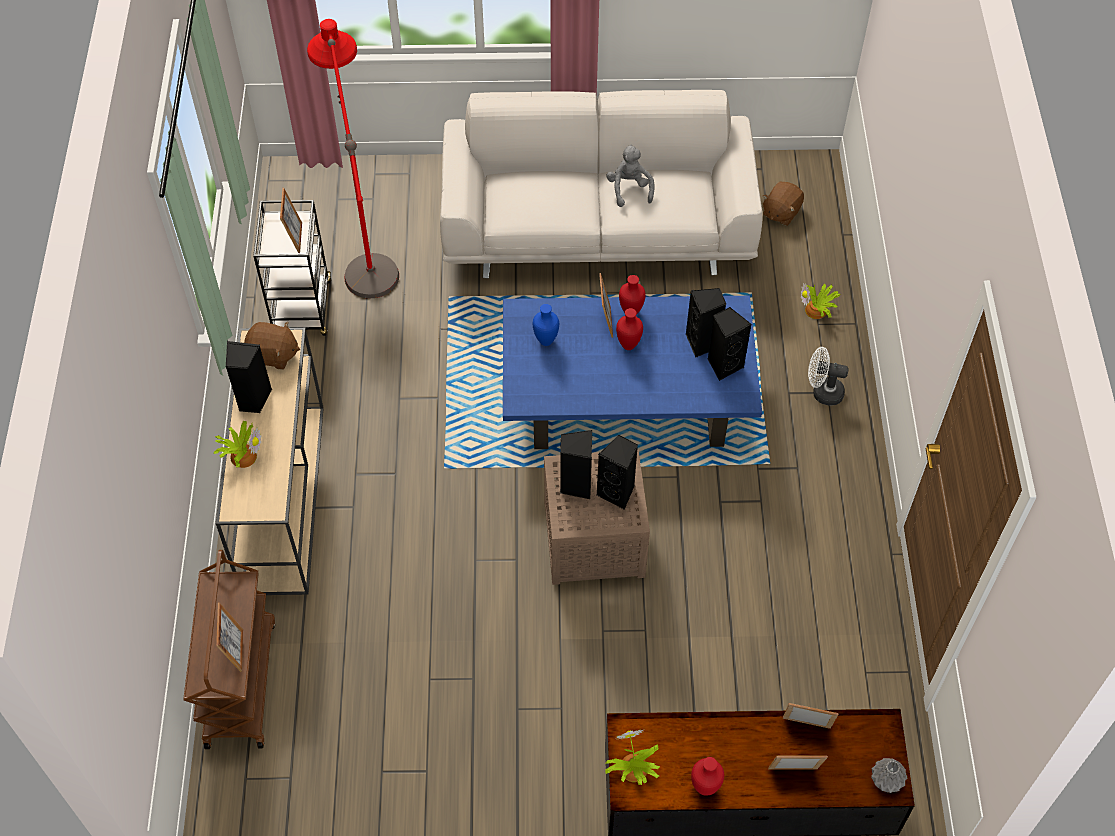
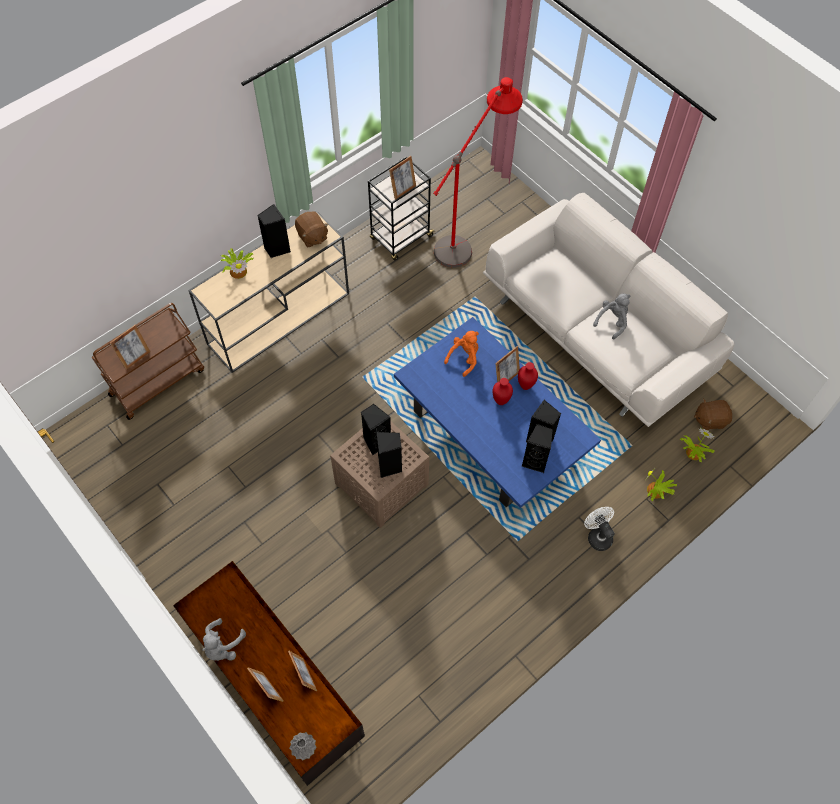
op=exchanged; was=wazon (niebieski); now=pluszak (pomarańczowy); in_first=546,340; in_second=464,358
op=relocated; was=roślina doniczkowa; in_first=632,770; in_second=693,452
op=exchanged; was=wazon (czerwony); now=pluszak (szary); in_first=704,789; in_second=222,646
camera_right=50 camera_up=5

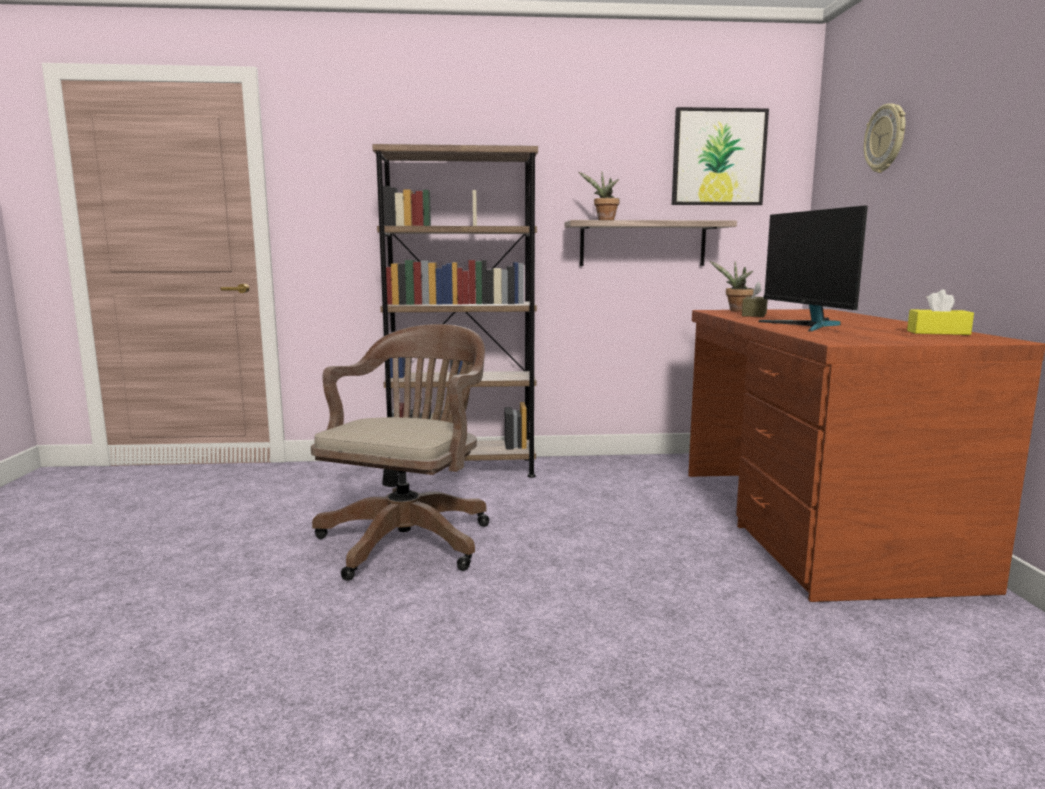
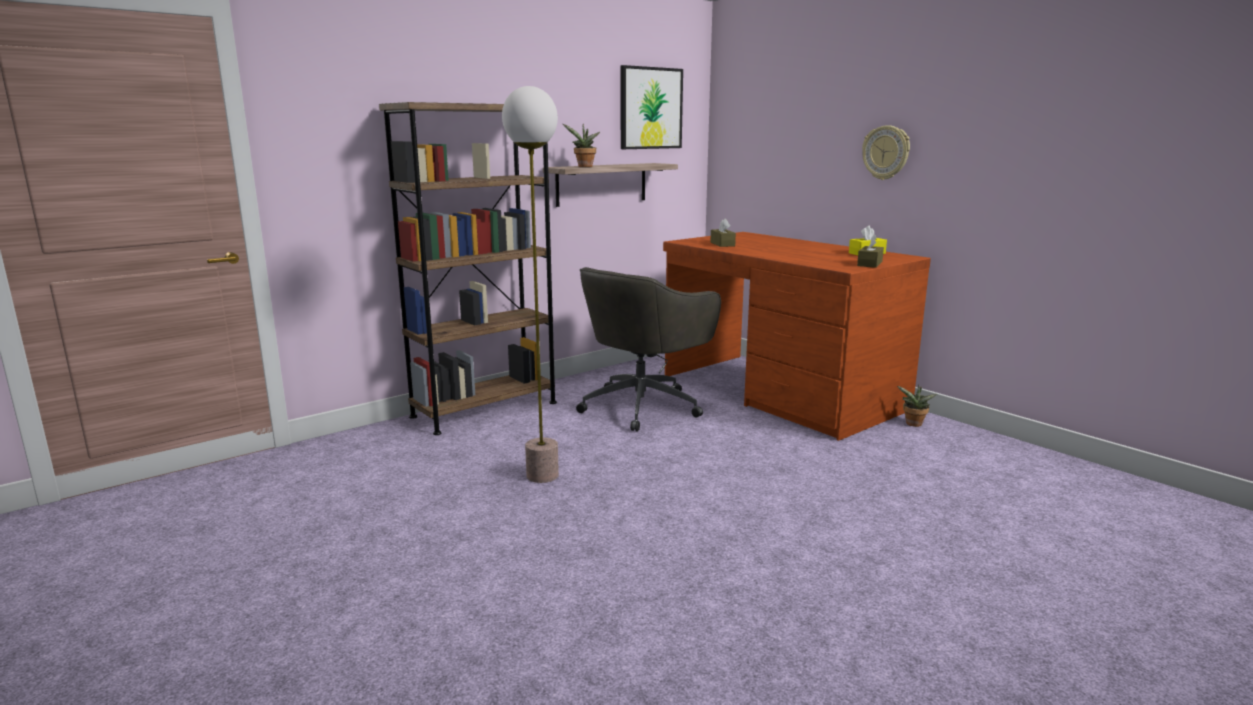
op=exchanged; was=krzesło biurowe (brązowy); now=lampa stojąca; in_first=410,538; in_second=543,475
op=relocated; was=roślina doniczkowa; in_first=736,311; in_second=913,424
op=missing; was=monitor; in_first=807,326
op=relocated; was=zegar ścienny; in_first=886,138; in_second=886,152
op=appeared; now=krzesło biurowe (szary); in_second=643,406
op=appeared; now=pudełko chusteczek (brązowy); in_second=869,264
camera_right=-35 camera_up=5

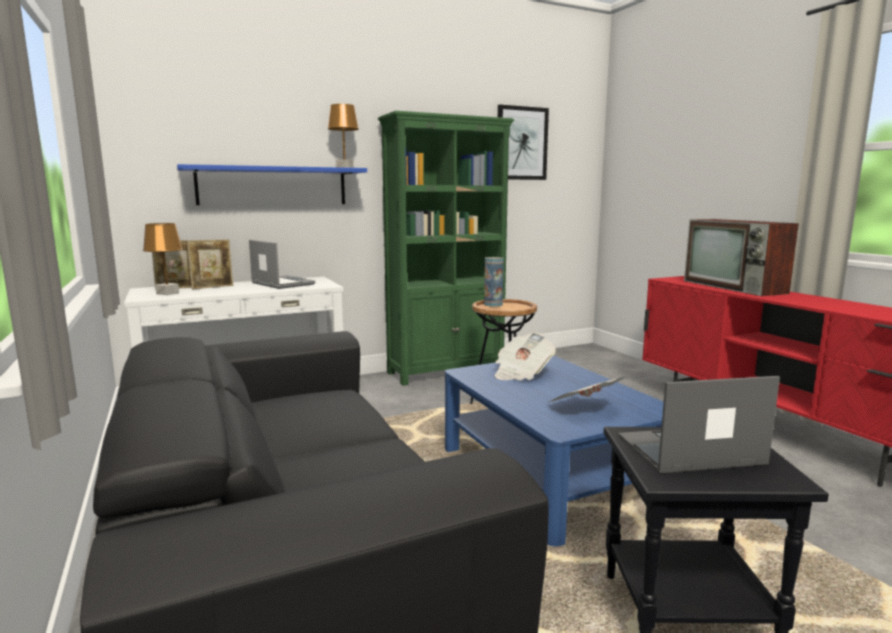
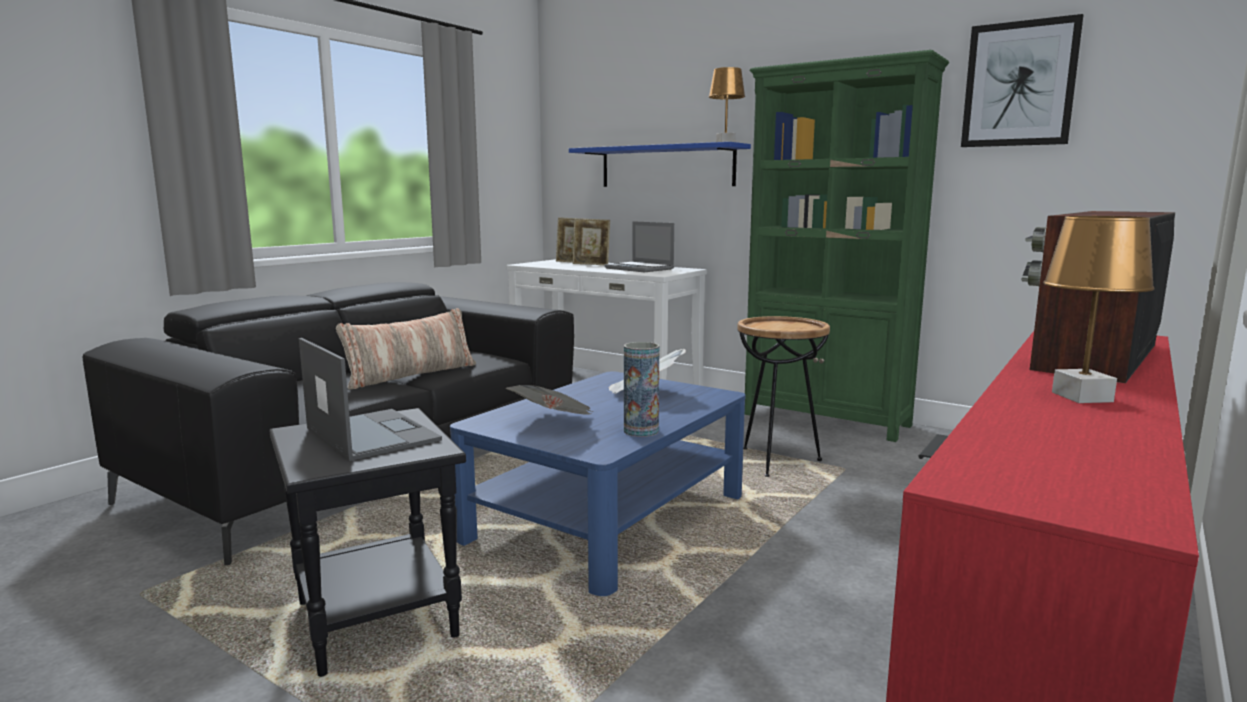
op=relocated; was=lampa stołowa (brązowy); in_first=168,293; in_second=1083,397
op=spun; was=laptop; in_first=281,284; in_second=640,269; clockwise=120
op=relocated; was=wazon; in_first=493,304; in_second=641,431
op=appeared; now=poduszka; in_second=411,375
camera_right=60 camera_up=0

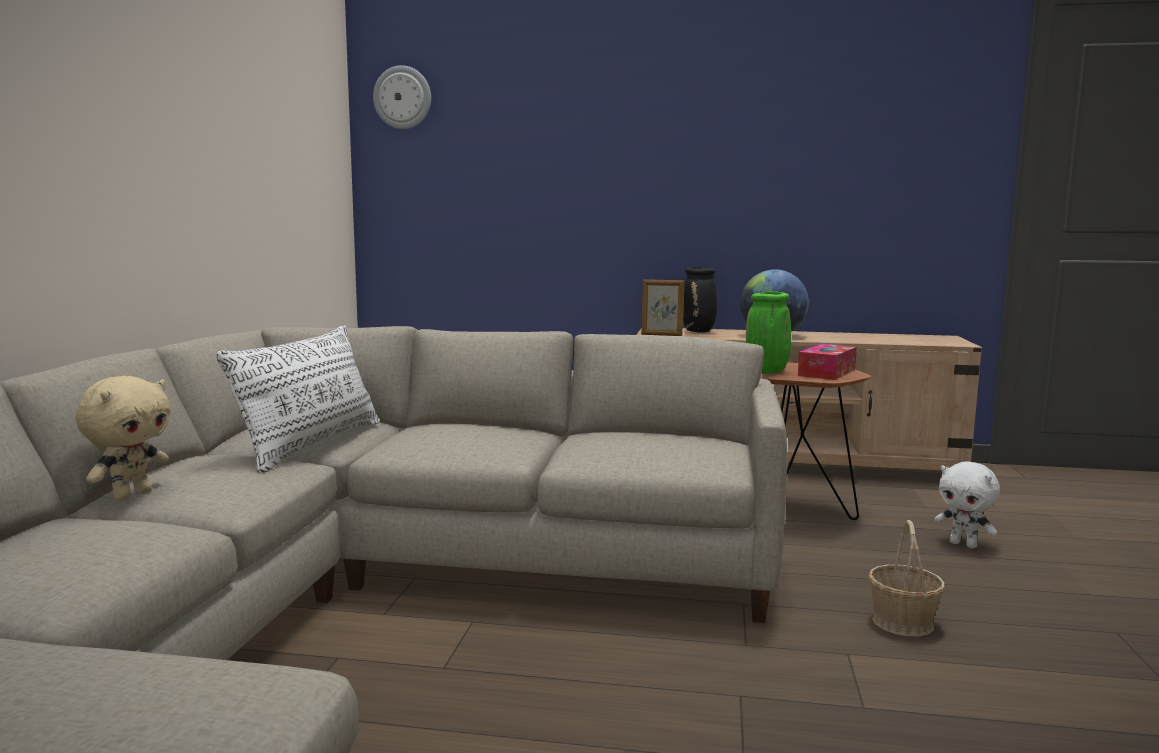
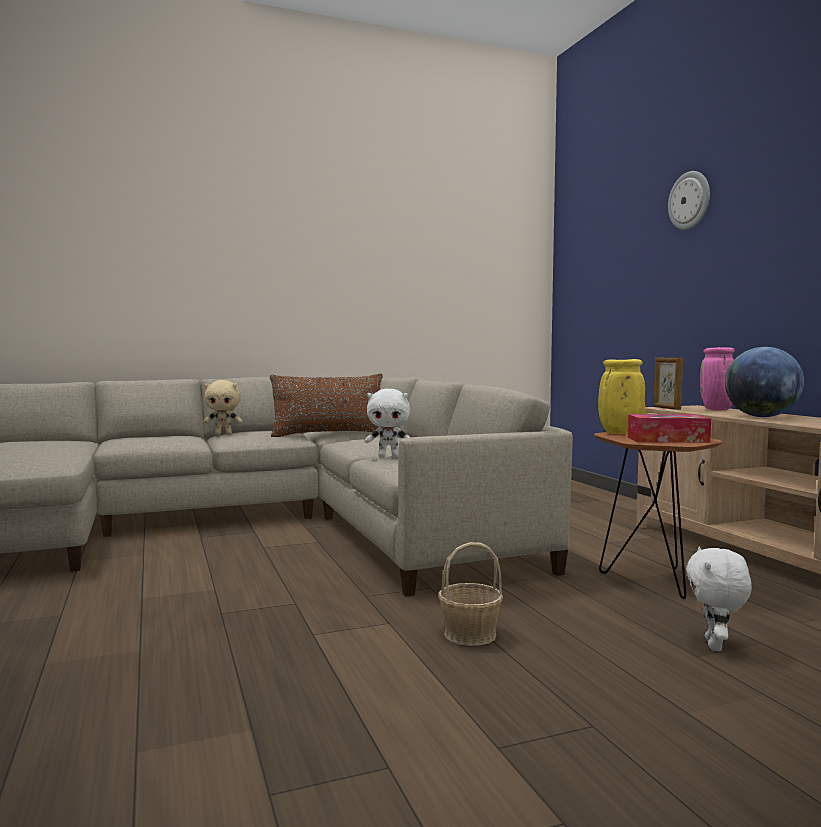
op=colour; was=poduszka (biały); now=poduszka (brązowy); in_first=312,445; in_second=329,435
op=relocated; was=zegar ścienny; in_first=402,97; in_second=689,200
op=colour; was=wazon (czarny); now=wazon (różowy); in_first=699,331; in_second=717,410
op=colour; was=wazon (zielony); now=wazon (żółty); in_first=767,372; in_second=620,433
op=appeared; now=pluszak (biały); in_second=389,457
camera_right=60 camera_up=-5

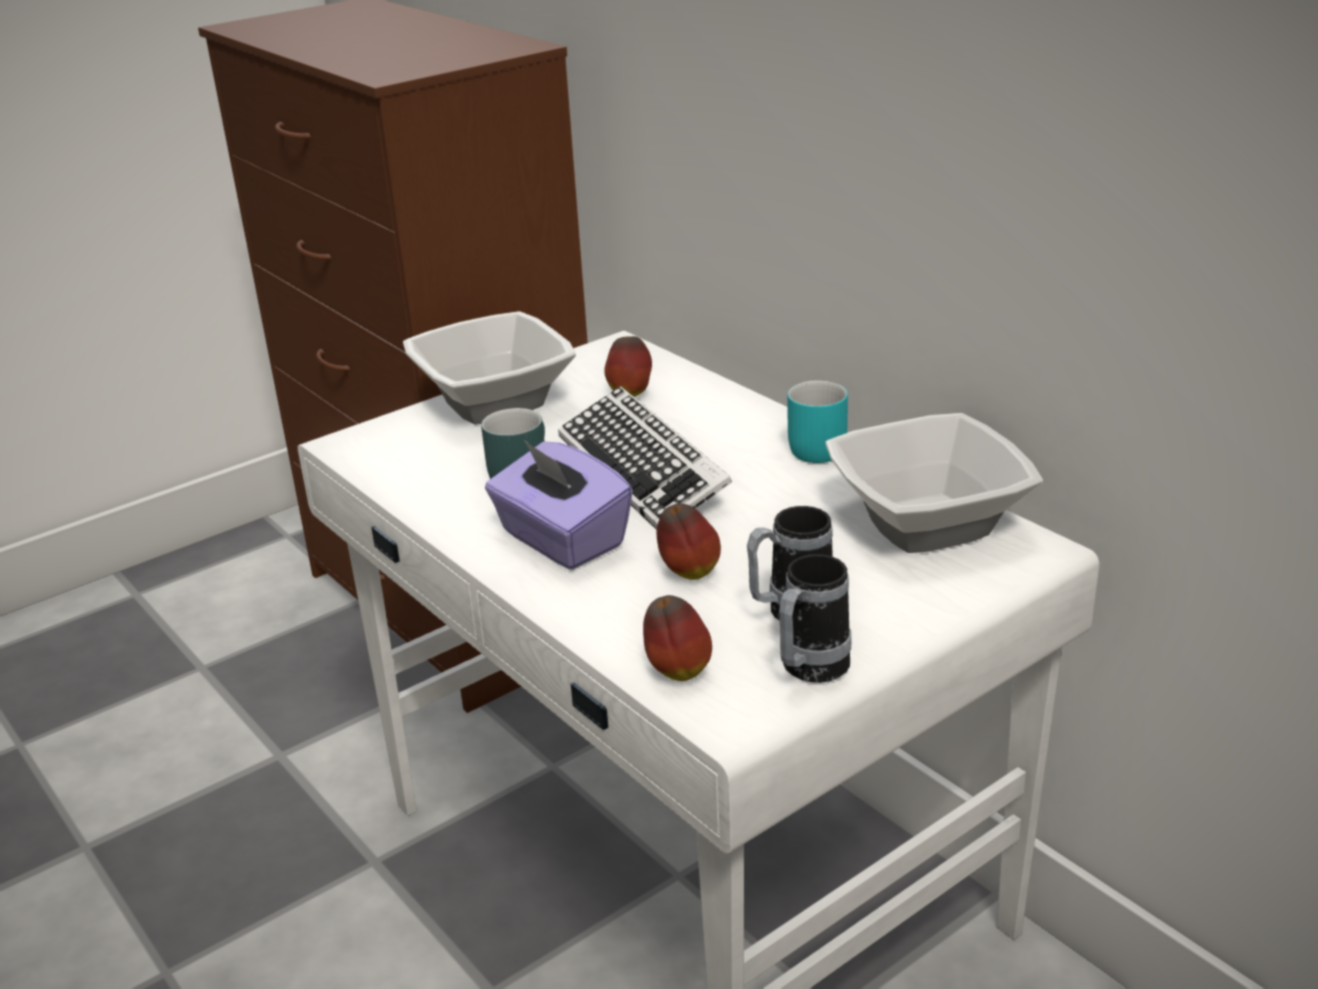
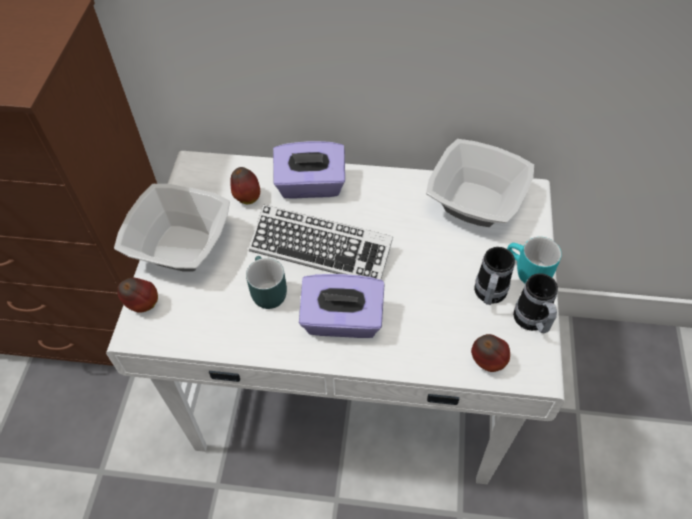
op=relocated; was=jabłko; in_first=688,573; in_second=143,305
op=relocated; was=kubek (turkusowy); in_first=810,447; in_second=527,273
op=appeared; now=pudełko chusteczek (fioletowy); in_second=310,186
camera_right=-45 camera_up=25

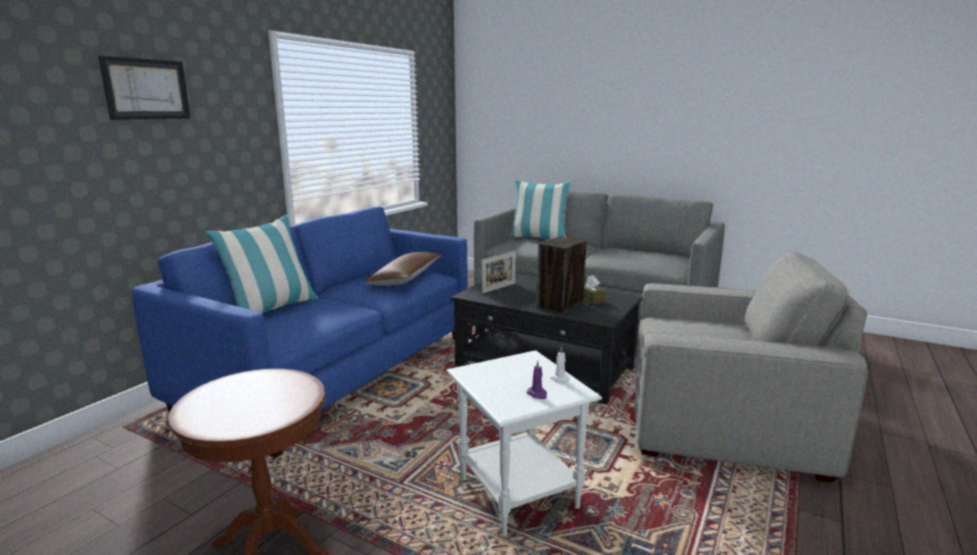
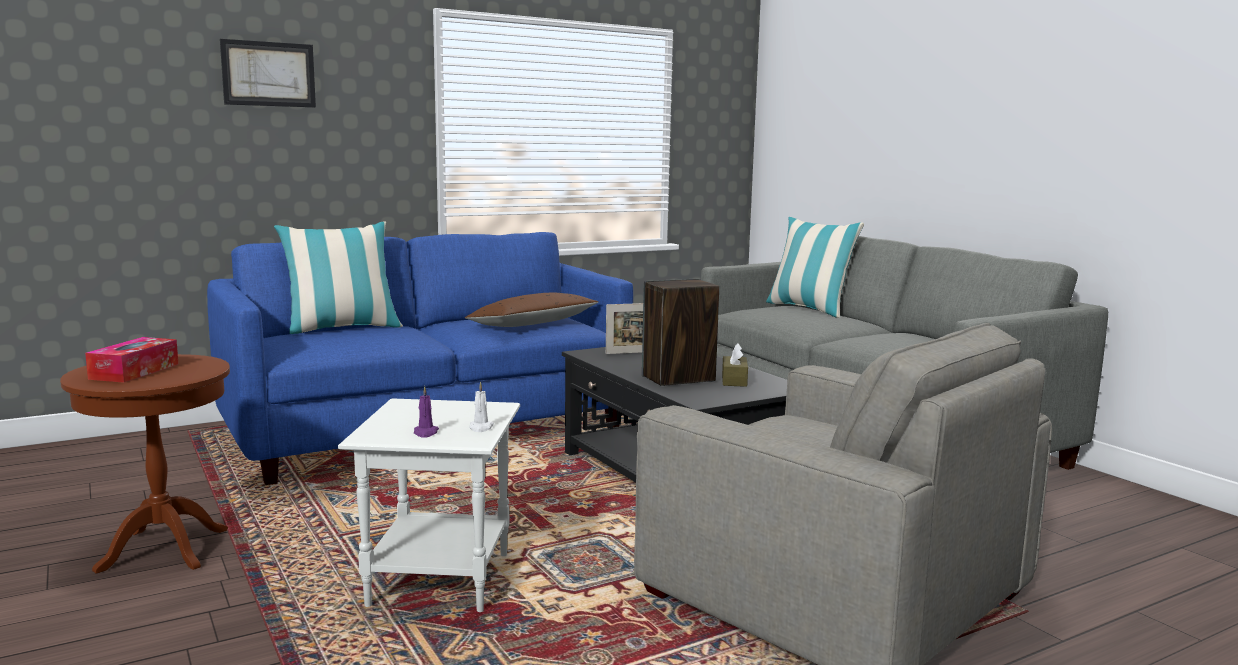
op=appeared; now=pudełko chusteczek; in_second=134,371
camera_right=30 camera_up=-5

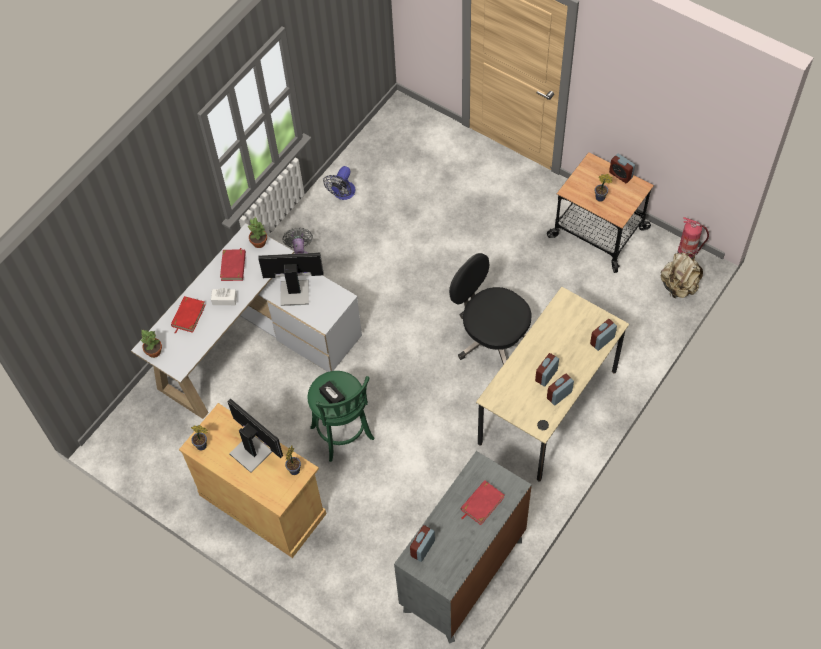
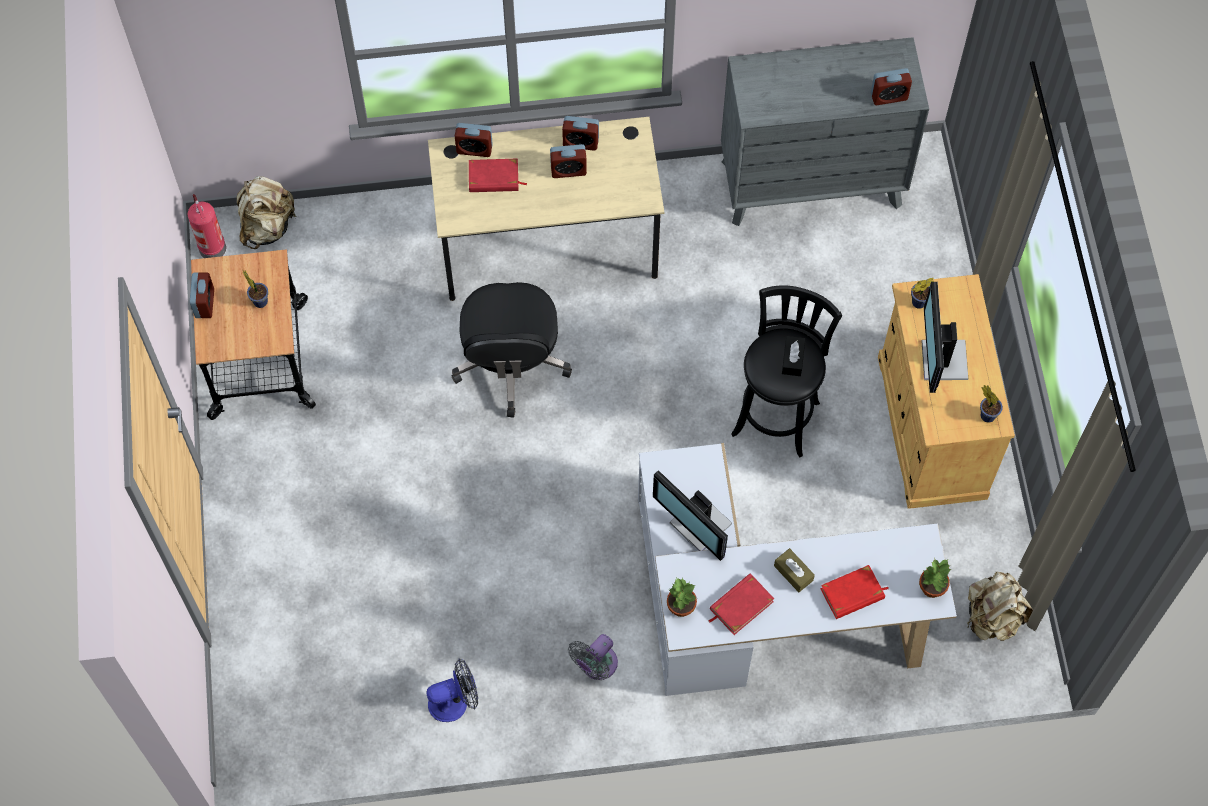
op=colour; was=pudełko chusteczek (biały); now=pudełko chusteczek (brązowy); in_first=224,300; in_second=793,573
op=colour; was=stołek (zielony); now=stołek (czarny); in_first=343,436; in_second=777,414
op=relocated; was=książka (czerwony); in_first=482,503; in_second=494,178
op=appeared; now=plecak (beżowy); in_second=992,617
camera_right=-135 camera_up=5

